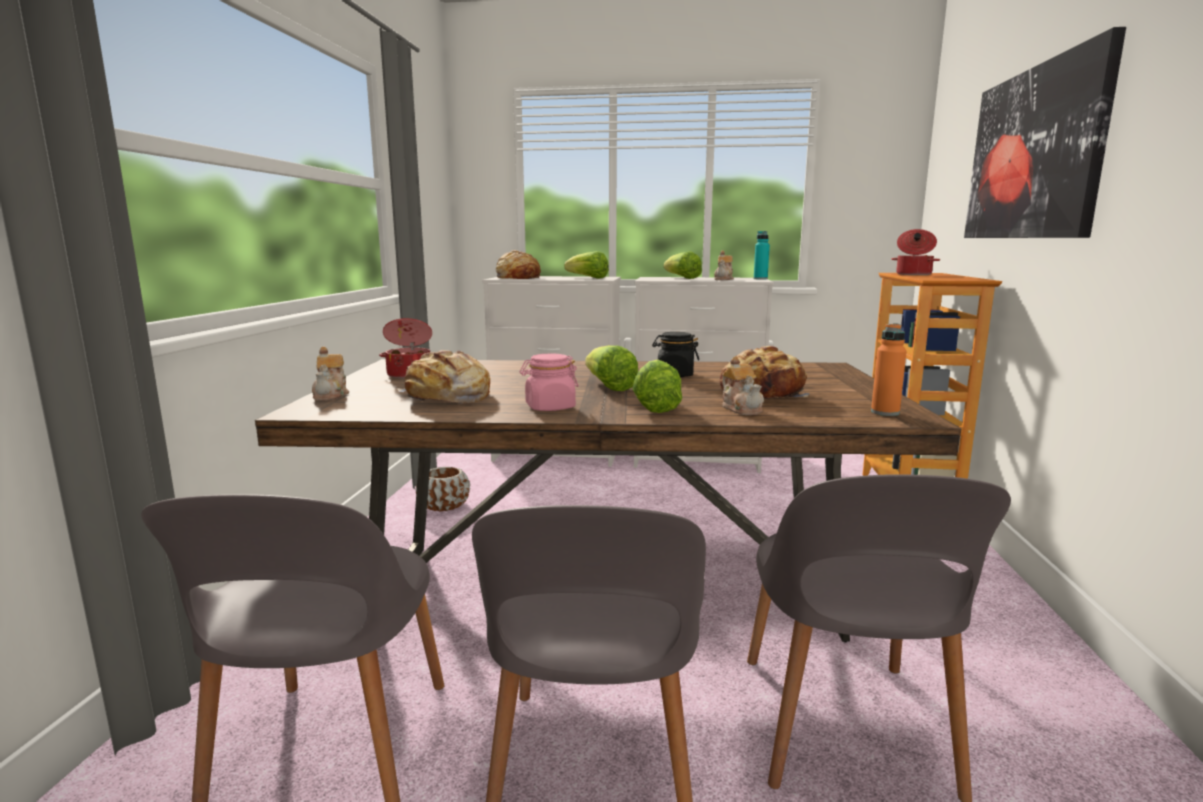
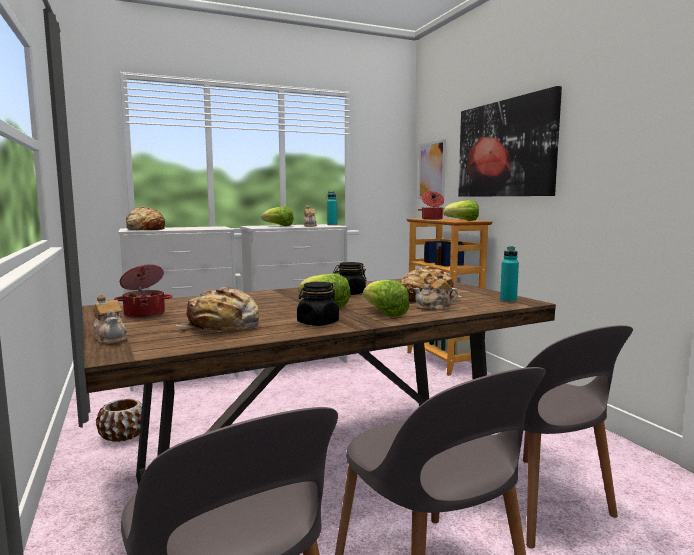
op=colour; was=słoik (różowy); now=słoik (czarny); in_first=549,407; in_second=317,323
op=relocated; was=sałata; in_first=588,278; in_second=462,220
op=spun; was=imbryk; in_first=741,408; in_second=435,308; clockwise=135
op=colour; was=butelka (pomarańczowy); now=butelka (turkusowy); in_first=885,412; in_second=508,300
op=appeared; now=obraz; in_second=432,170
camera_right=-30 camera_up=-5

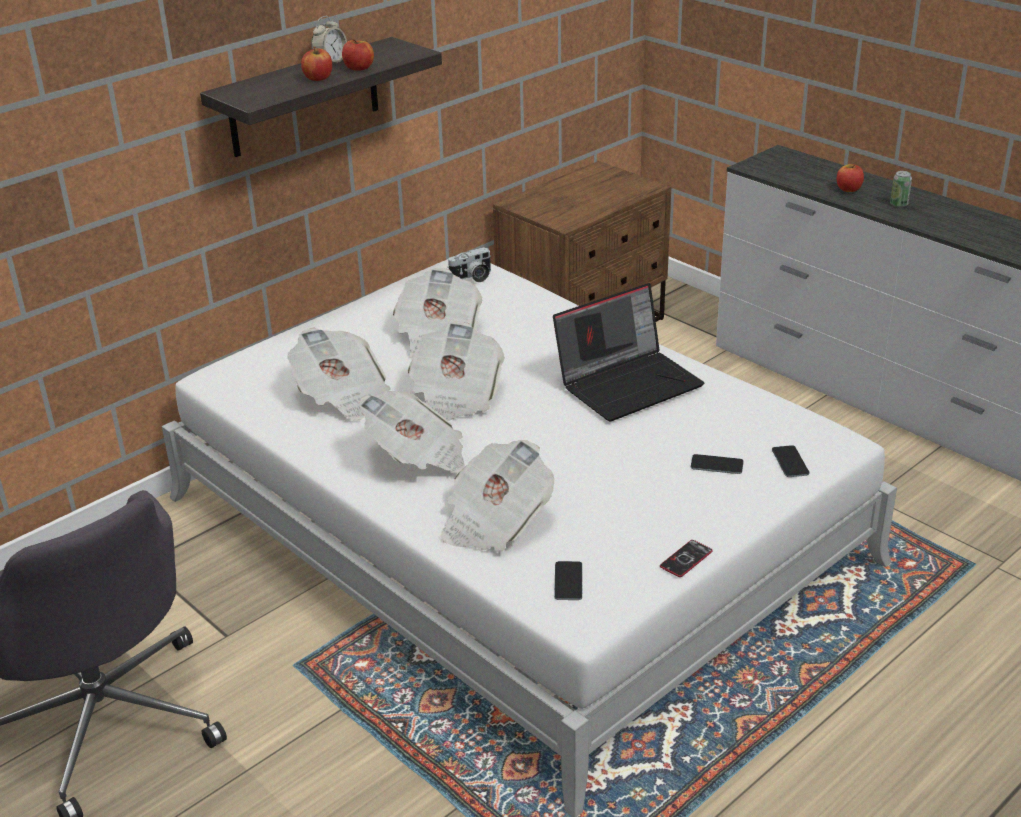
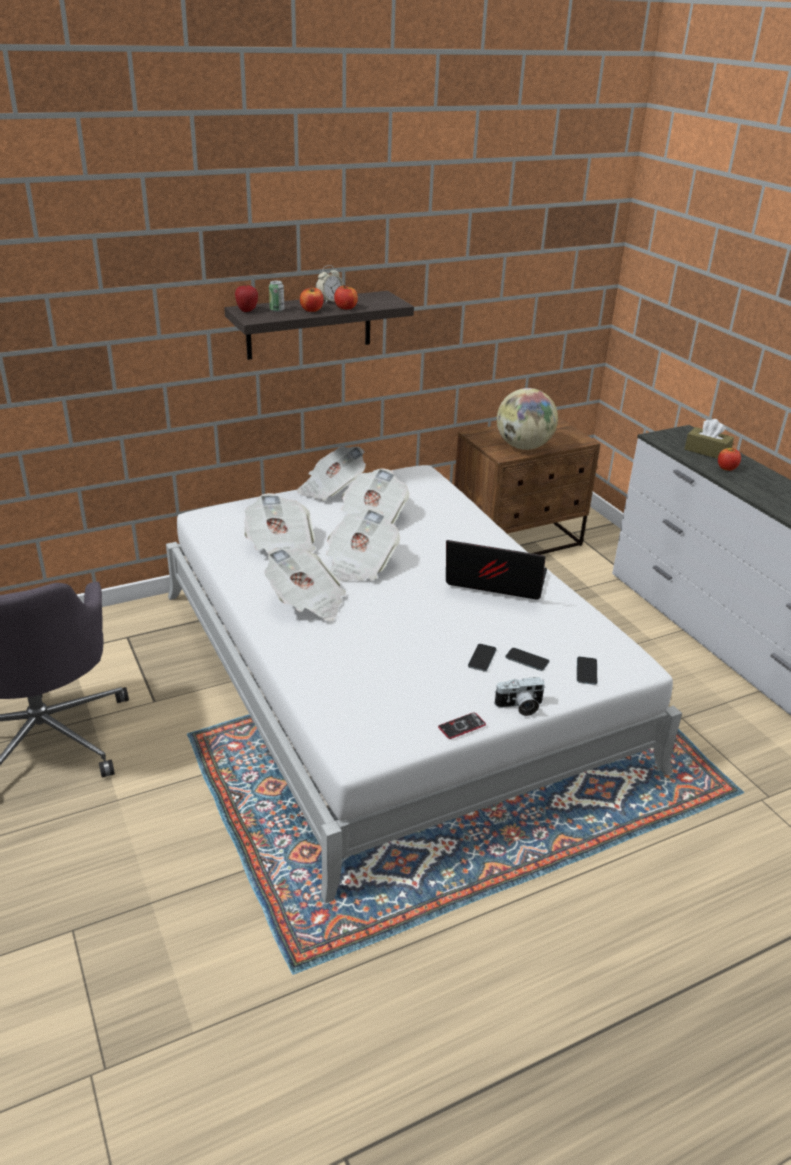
op=relocated; was=gazeta; in_first=494,522; in_second=331,489
op=relocated; was=aparat fotograficzny; in_first=472,277; in_second=520,707
op=spun; was=laptop; in_first=629,383; in_second=493,583; clockwise=-150
op=relocated; was=telefon; in_first=568,581; in_second=482,658
op=relocated; was=puszka; in_first=899,204; in_second=277,310
op=appeared; now=jabłko; in_second=247,310
op=appeared; now=globus; in_second=523,446
op=appeared; now=pudełko chusteczek (brązowy); in_second=707,451
camera_right=15 camera_up=0

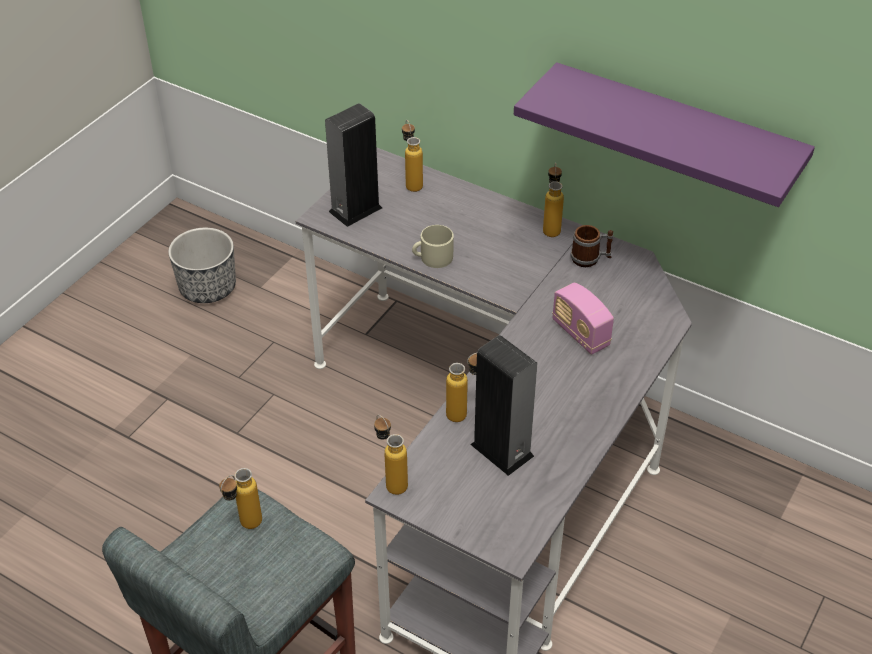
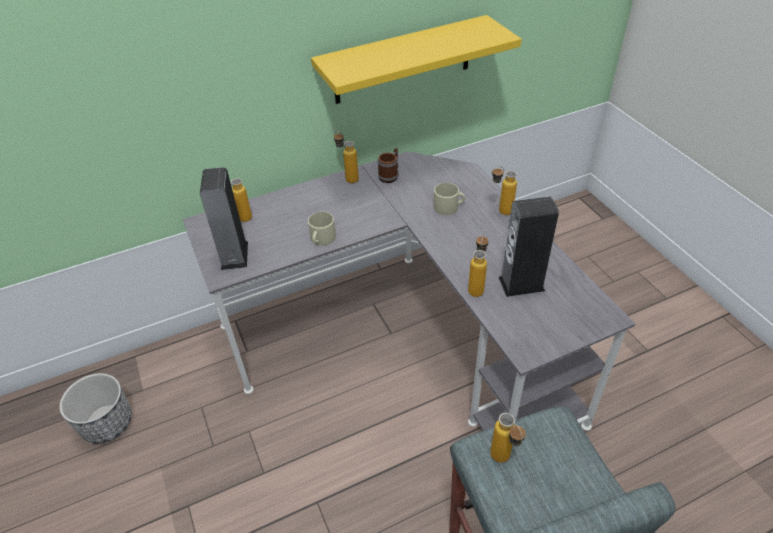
op=relocated; was=butelka; in_first=391,481; in_second=500,211
op=colour; was=półka (fioletowy); now=półka (żółty); in_first=675,134; in_second=403,60
op=exchanged; was=radio; now=kubek (beżowy); in_first=580,333; in_second=449,207
camera_right=-55 camera_up=0

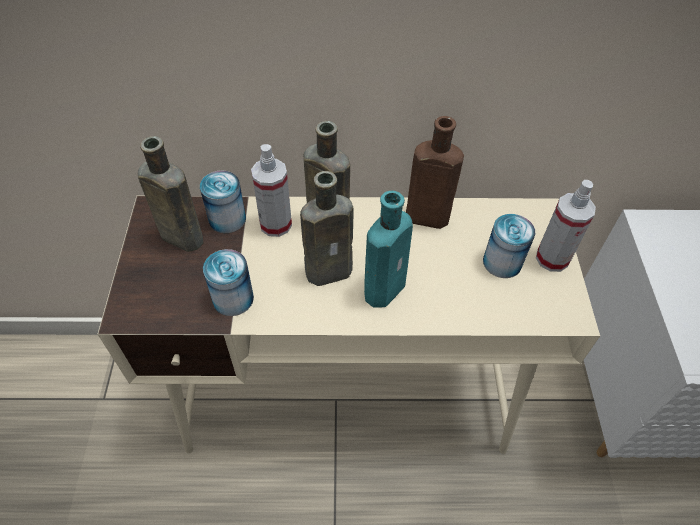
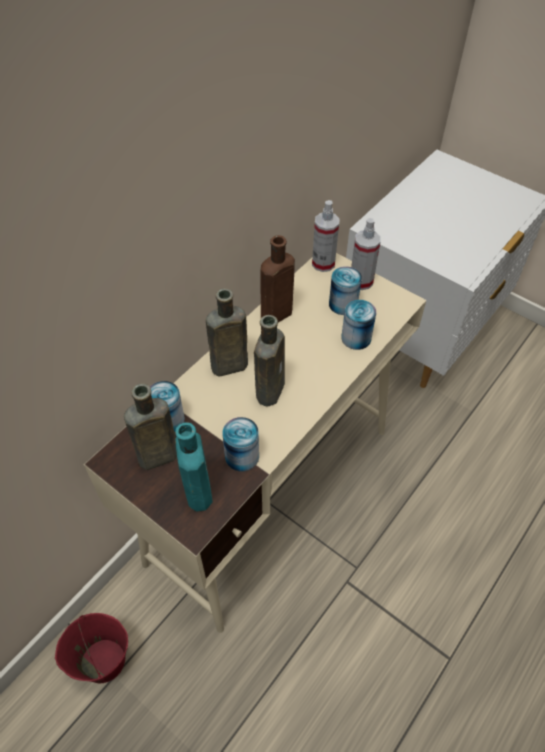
op=relocated; was=spryskiwacz; in_first=275,224; in_second=323,263
op=relocated; was=butelka (turkusowy); in_first=386,287; in_second=198,489
op=appeared; now=wiadro (czerwony); in_second=103,660
op=appeared; now=puszka; in_second=356,338
camera_right=-50 camera_up=0

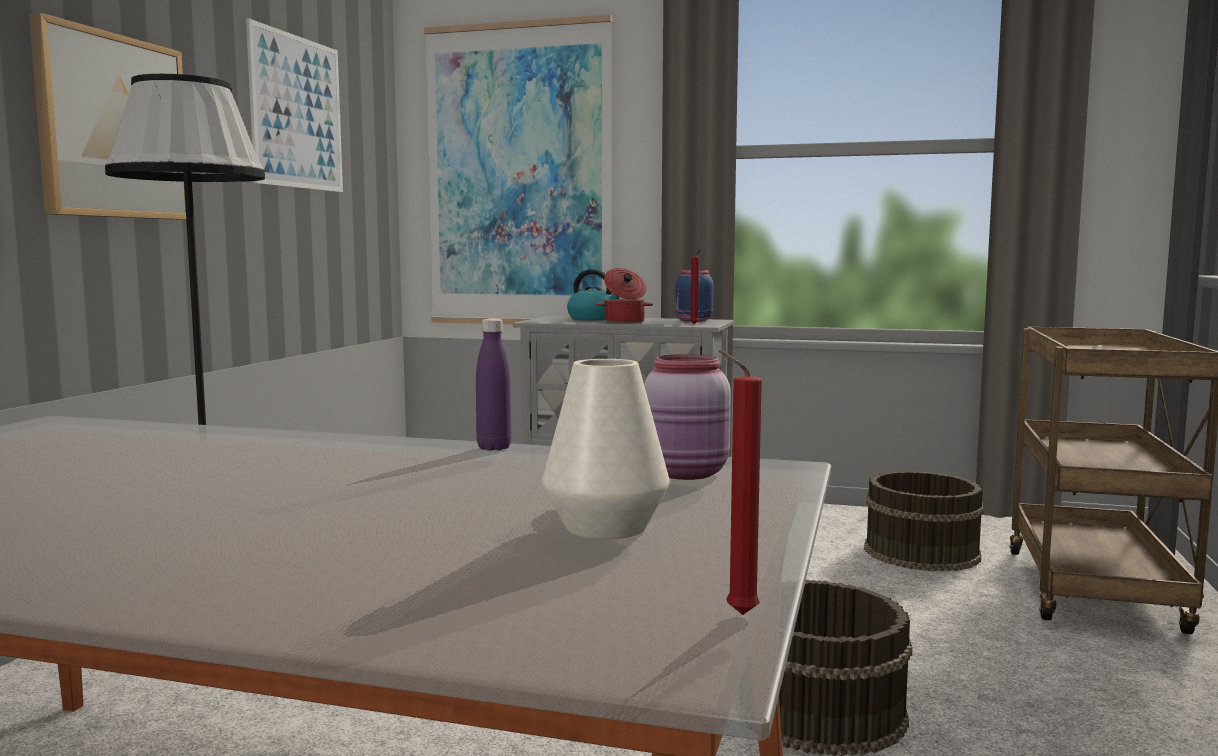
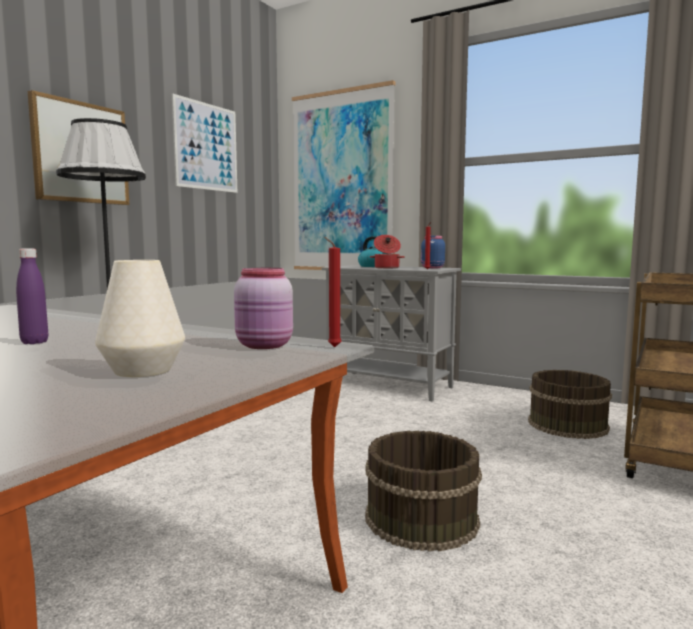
op=relocated; was=butelka (fioletowy); in_first=494,448; in_second=34,342
op=relocated; was=świeca (czerwony); in_first=737,614; in_second=332,347
camera_right=15 camera_up=0

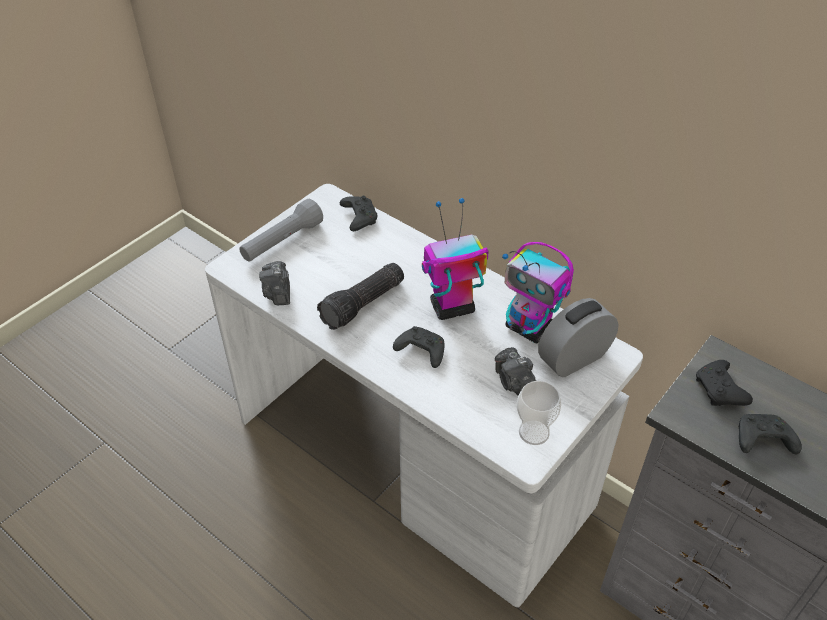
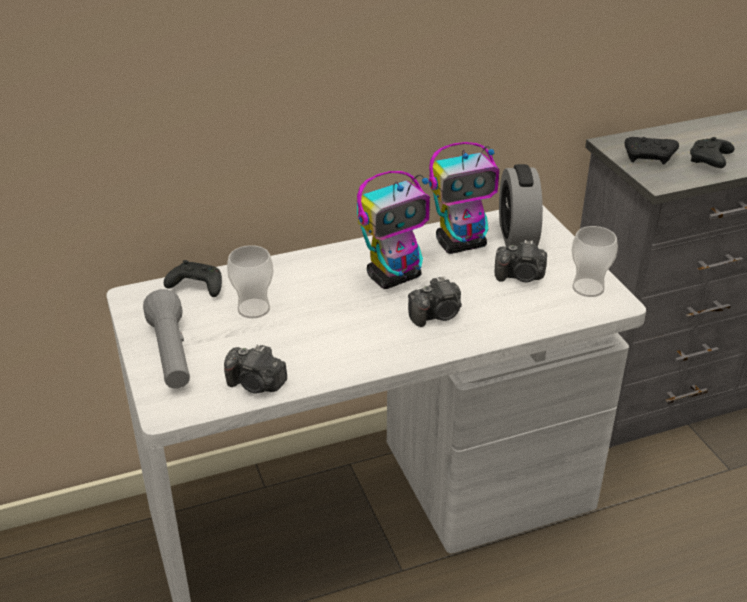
op=missing; was=latarka; in_first=364,305
op=exchanged; was=pad do gier (czarny); now=aparat fotograficzny; in_first=420,351; in_second=437,315
op=spun; was=robot zabawkowy; in_first=451,308; in_second=394,277; clockwise=-135
op=appeared; now=filiżanka; in_second=253,309
camera_right=-60 camera_up=-10

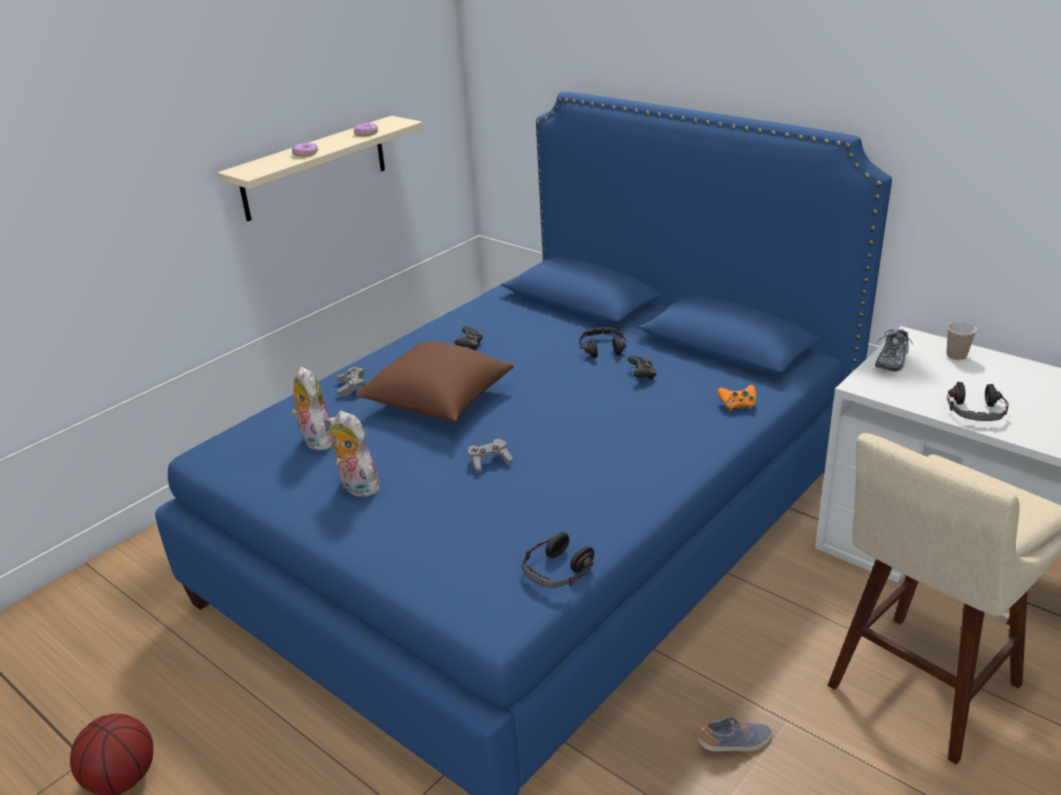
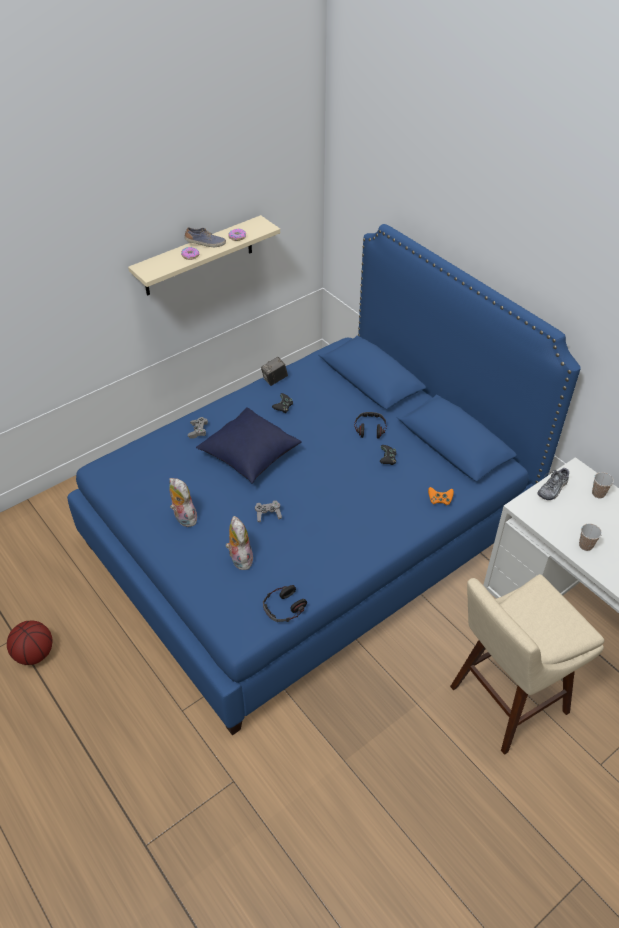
op=relocated; was=pluszak; in_first=315,440; in_second=239,558
op=colour; was=poduszka (brązowy); now=poduszka (niebieski); in_first=438,402; in_second=249,456
op=relocated; was=but; in_first=736,744; in_second=205,244
op=exchanged; was=słuchawki; now=filiżanka; in_first=976,410; in_second=585,545
op=appeared; now=aparat fotograficzny; in_second=274,380
camera_right=10 camera_up=15

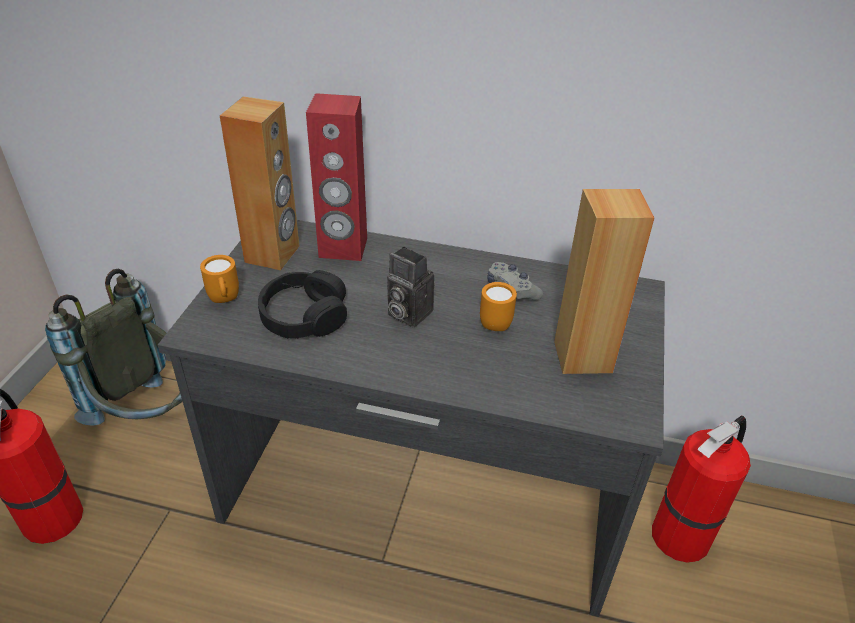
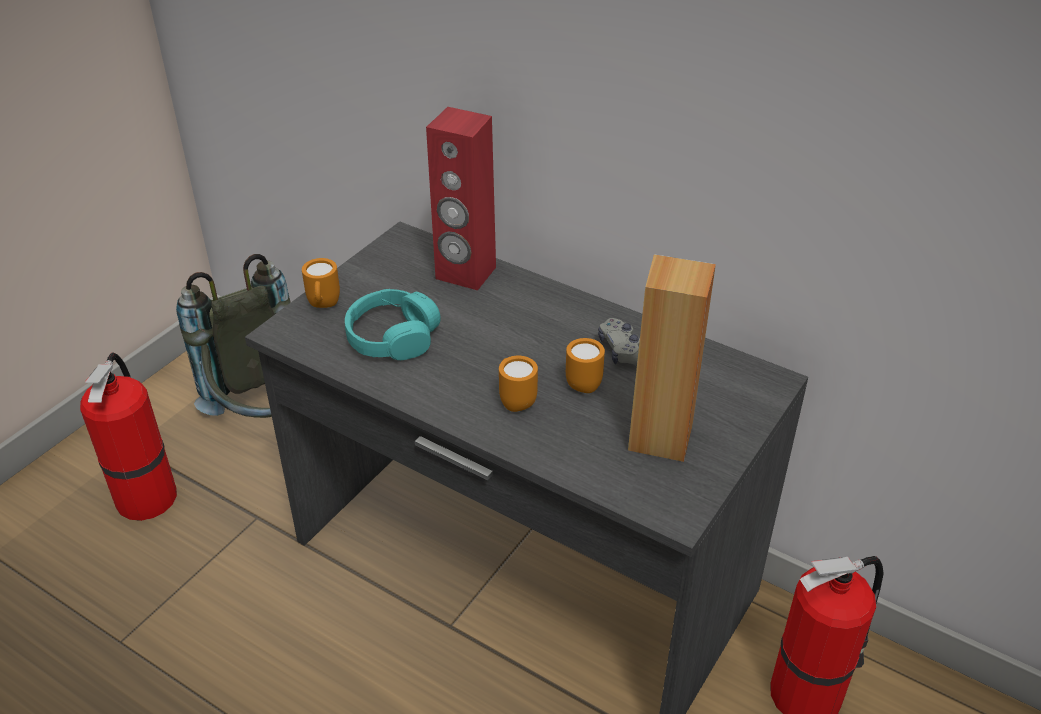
op=missing; was=głośnik (brązowy); in_first=273,254
op=colour; was=słuchawki (czarny); now=słuchawki (turkusowy); in_first=304,316; in_second=392,337
op=missing; was=aparat fotograficzny; in_first=406,313
op=appeared; now=kubek (pomarańczowy); in_second=515,401
camera_right=20 camera_up=0

